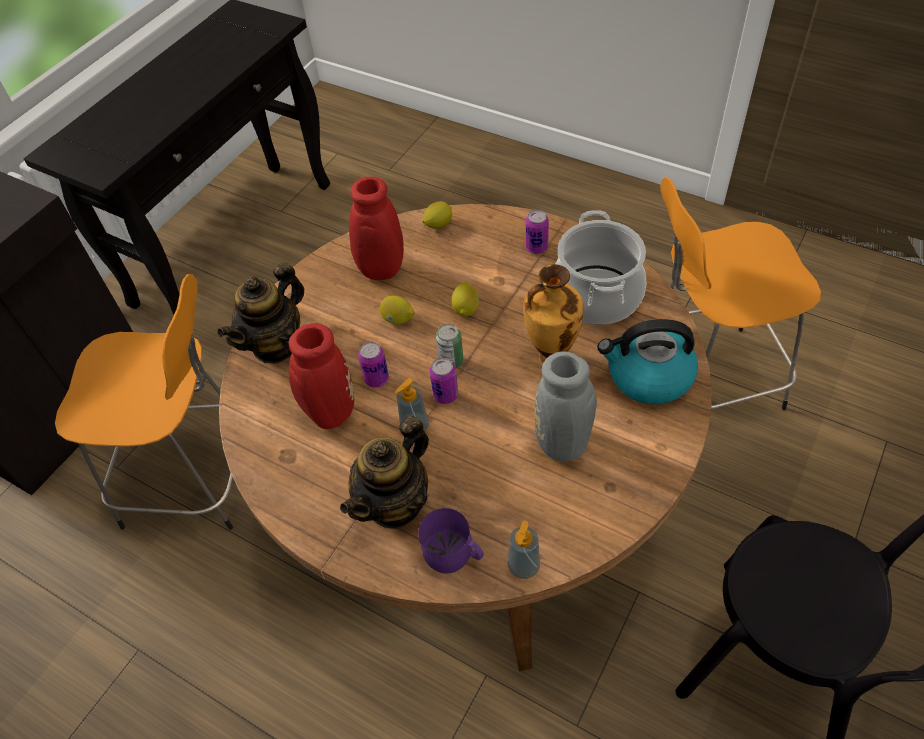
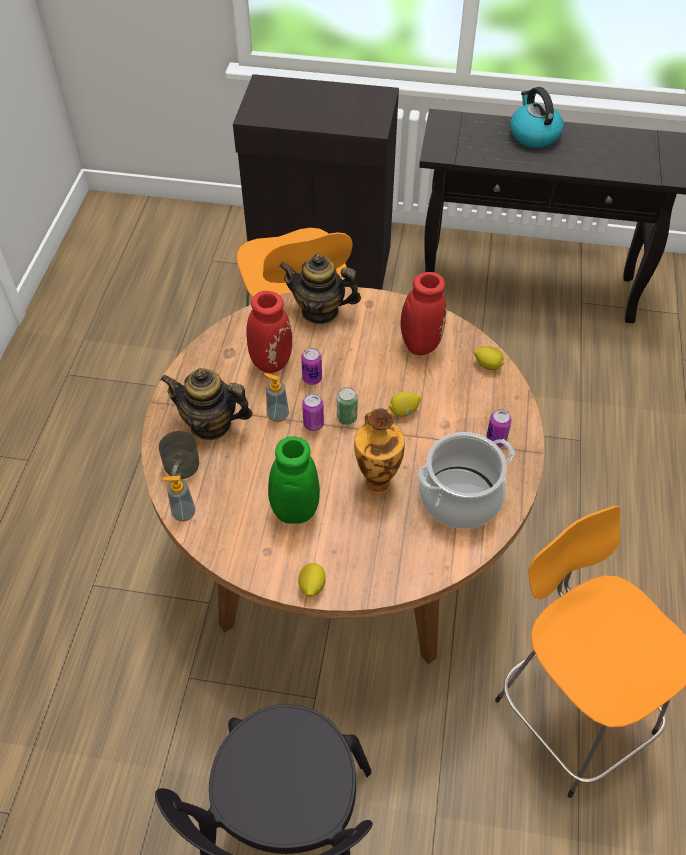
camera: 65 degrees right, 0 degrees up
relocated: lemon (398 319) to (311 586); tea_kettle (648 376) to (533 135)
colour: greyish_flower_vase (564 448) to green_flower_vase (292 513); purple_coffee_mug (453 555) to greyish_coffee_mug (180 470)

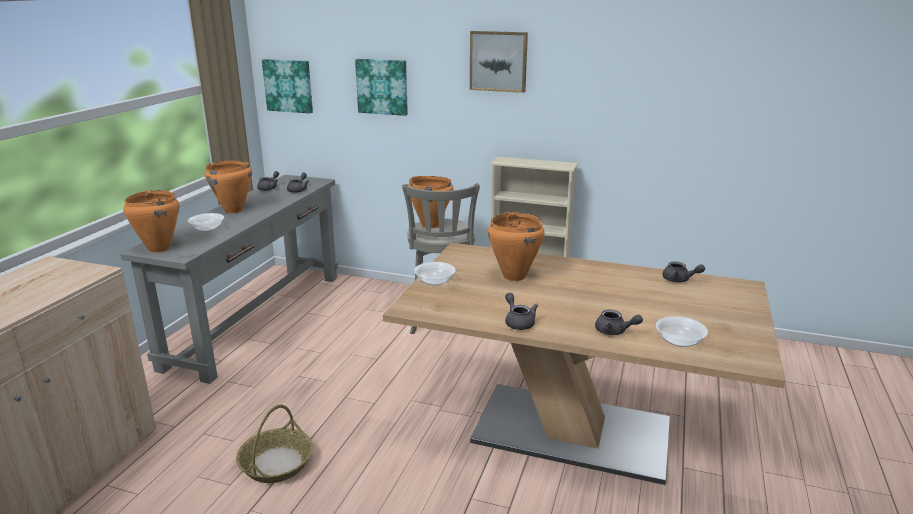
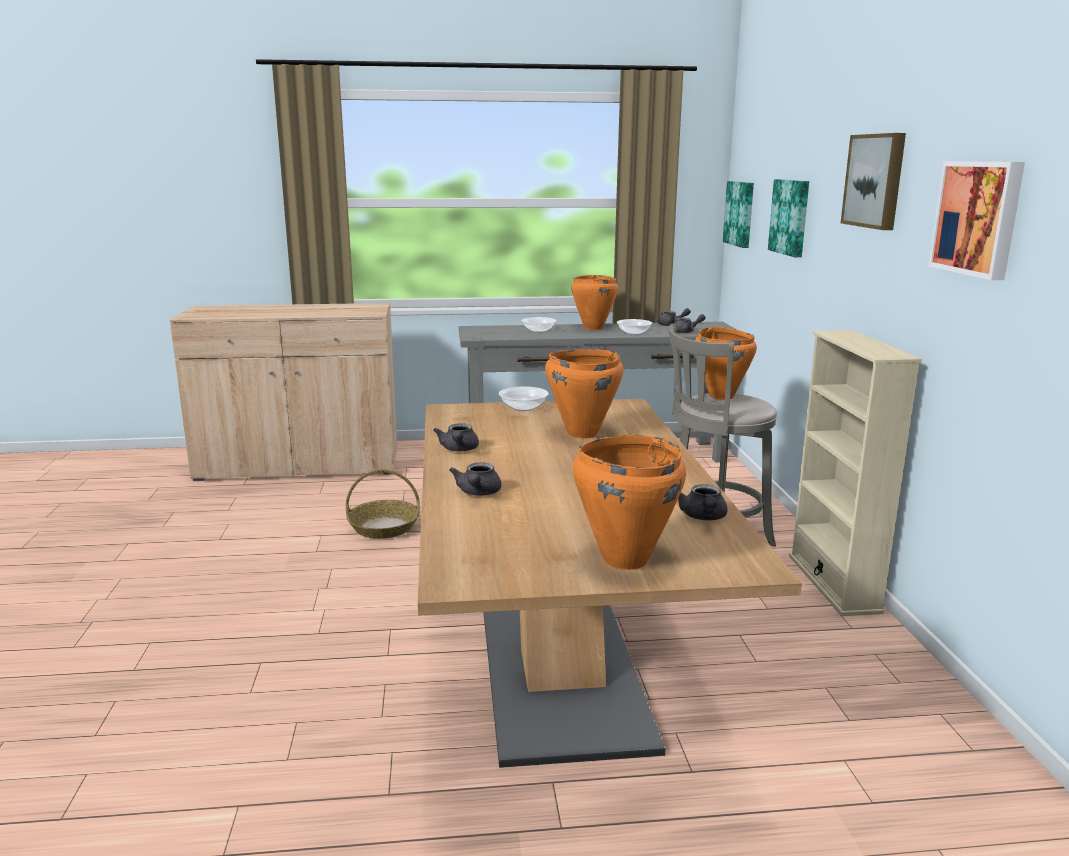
camera: 65 degrees right, 5 degrees down
appeared: picture (978 218)
relocated: orange_saucepot (158 249) to (624 560); serving_bowl (679 341) to (633 333)
spun: greyish_tea_pot (518 322) = (458 450) 135 degrees clockwise

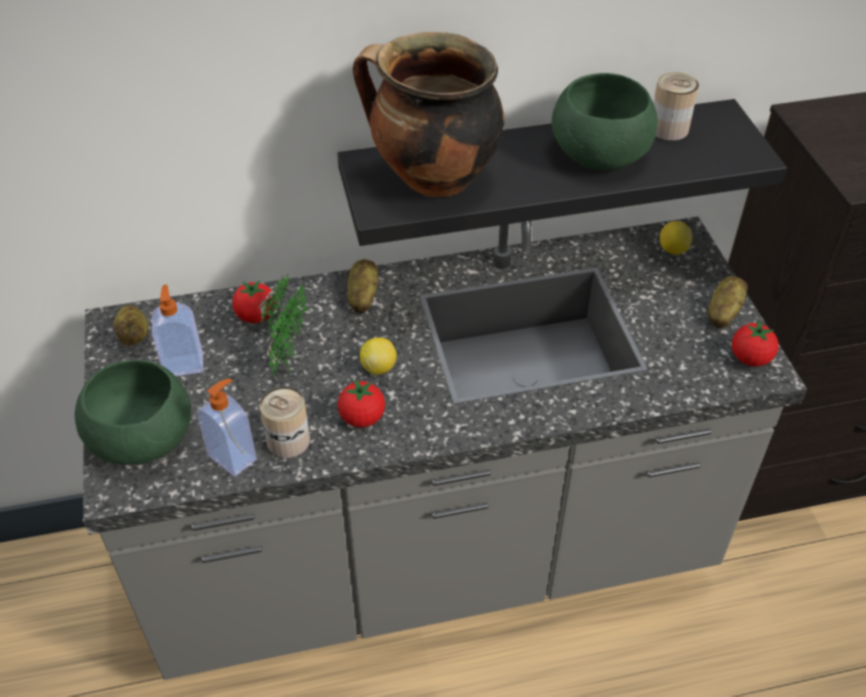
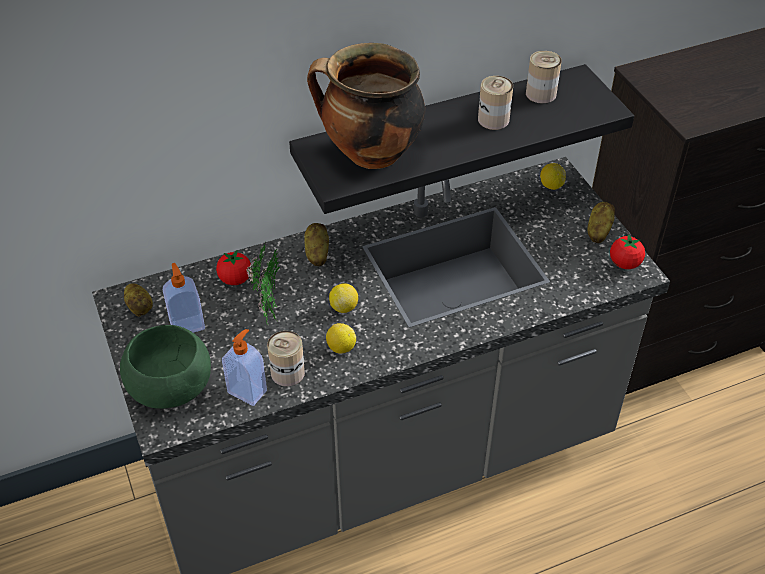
camera: 10 degrees left, 0 degrees up
exchanged: green_serving_bowl (600 153) to metal_can (493 119); tomato (362 418) to lemon (341 347)

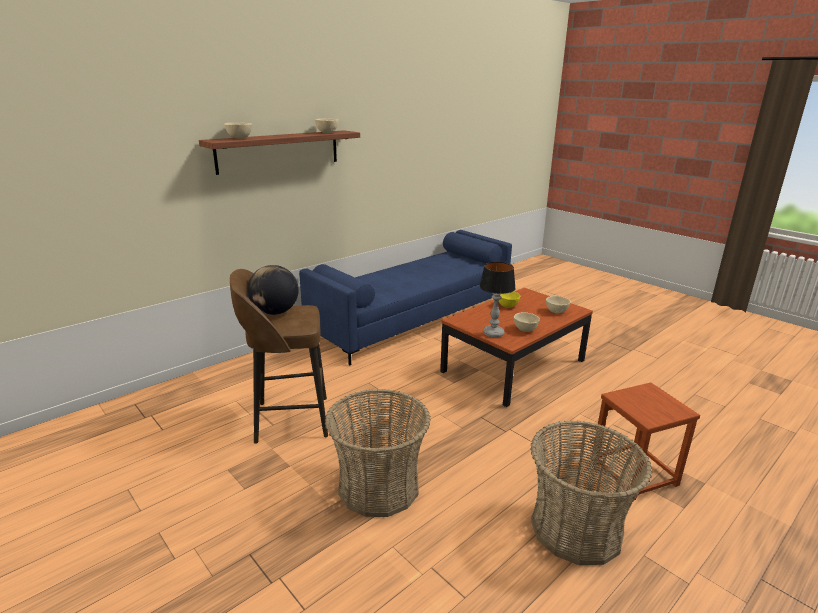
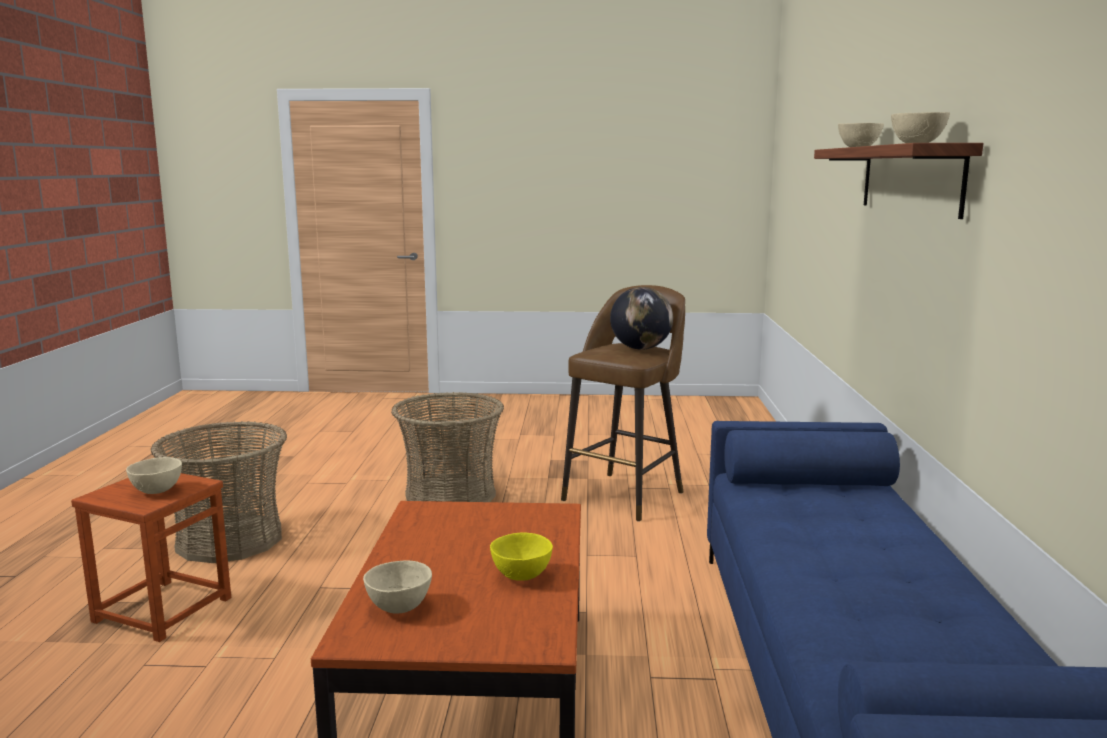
camera: 135 degrees right, 10 degrees down
missing: tabletop_lamp (493 333)
relocated: beige-coloured_serving_bowl (525 329) to (157 491)

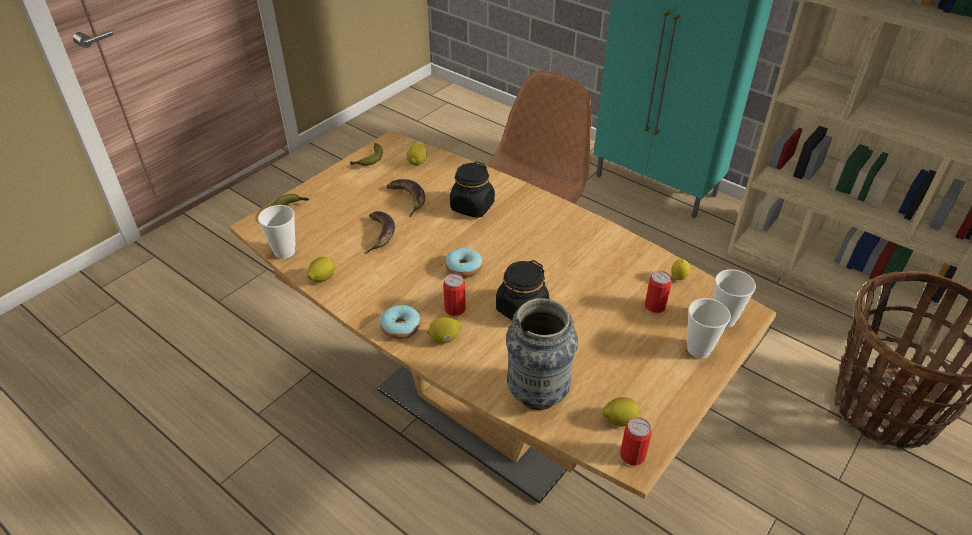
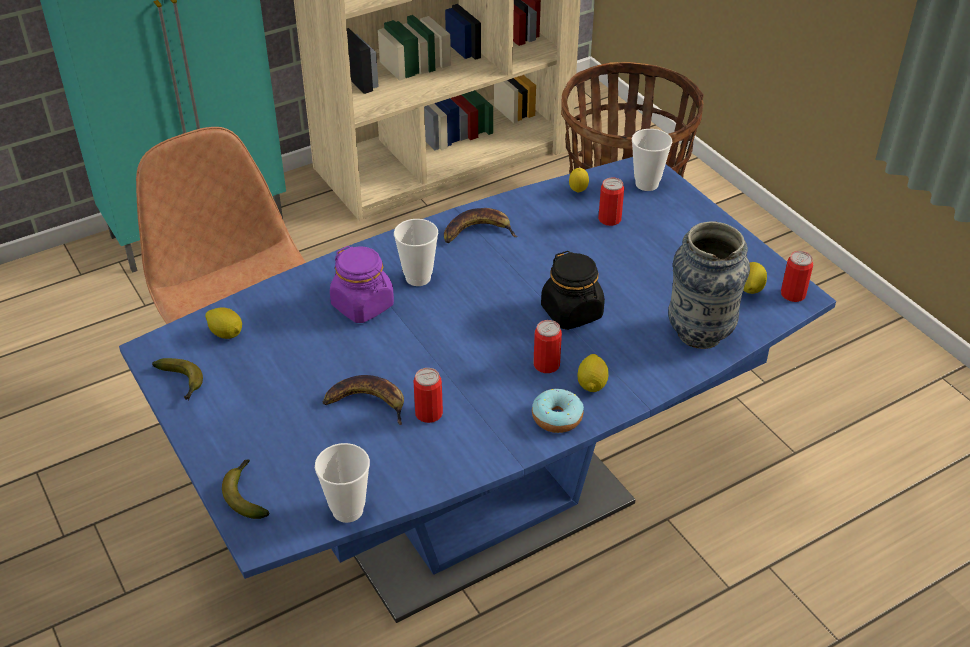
camera: 70 degrees left, 0 degrees up
missing: donut (464 268); lemon (322 278)
appeared: metal_can (429 413)
relocated: whole_banana (408 198) to (478 232); cup (698 349) to (418 278)
colour: brownish_dining_table (486 411) to bluish_dining_table (485 514); blackish_preserve_jar (472 207) to purple_preserve_jar (363 305)

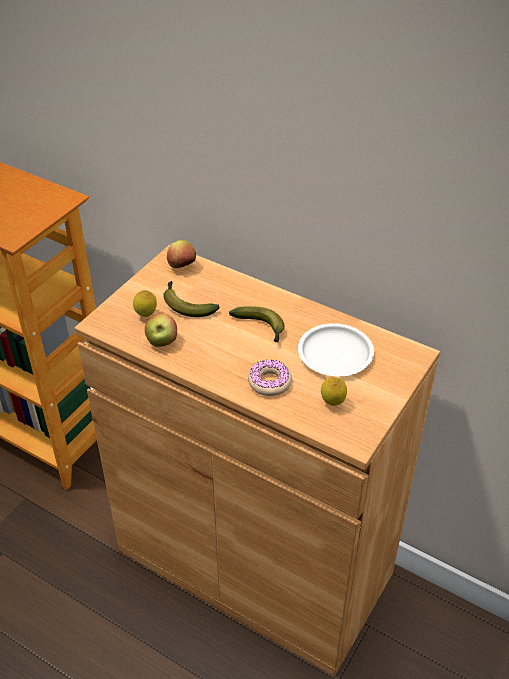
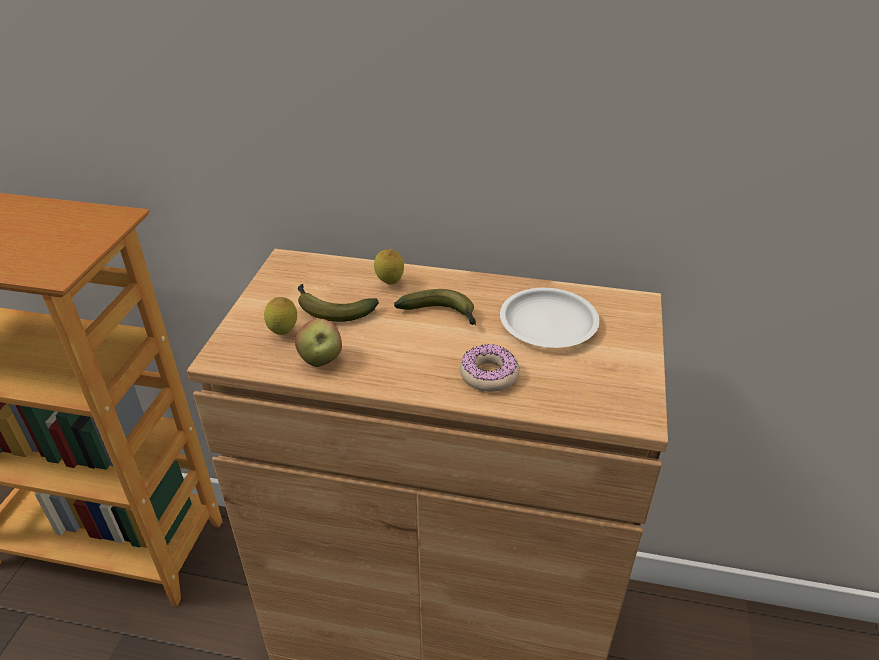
camera: 20 degrees left, 5 degrees down
missing: apple (182 267)
relocated: lemon (332 403) to (390 283)

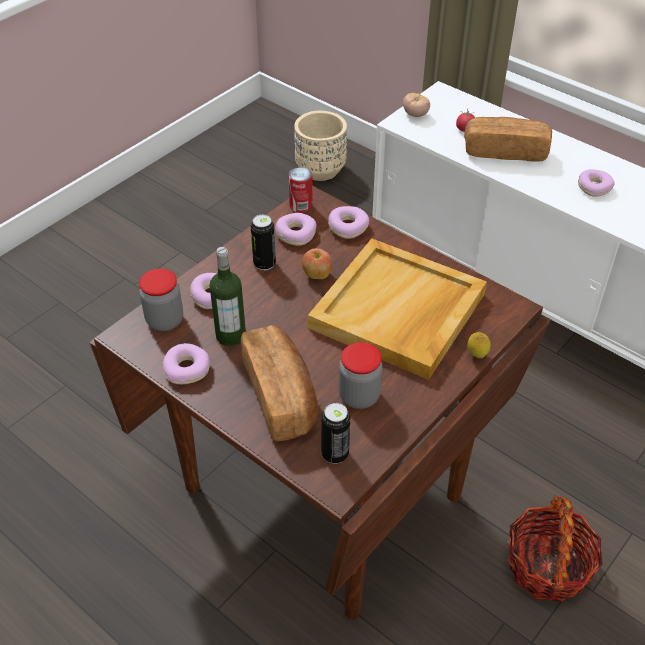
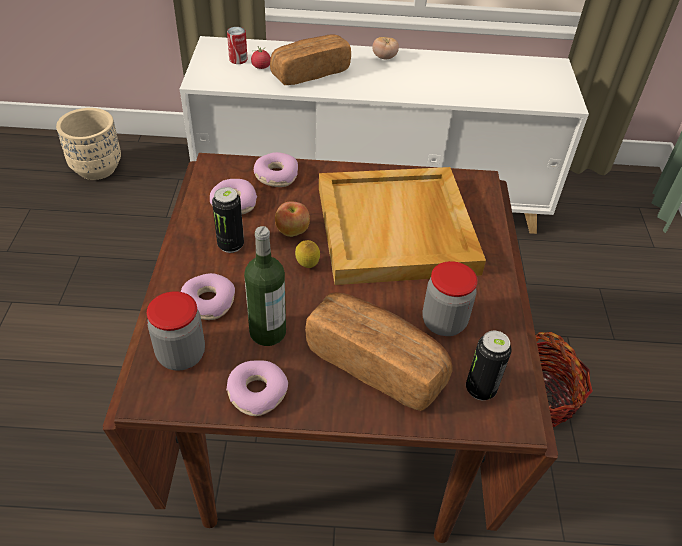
camera: 40 degrees left, 0 degrees up
missing: donut (594 187)
relocated: tomato (415 114) to (384 57); metal_can (301 205) to (238 60); lemon (476 355) to (307 266)

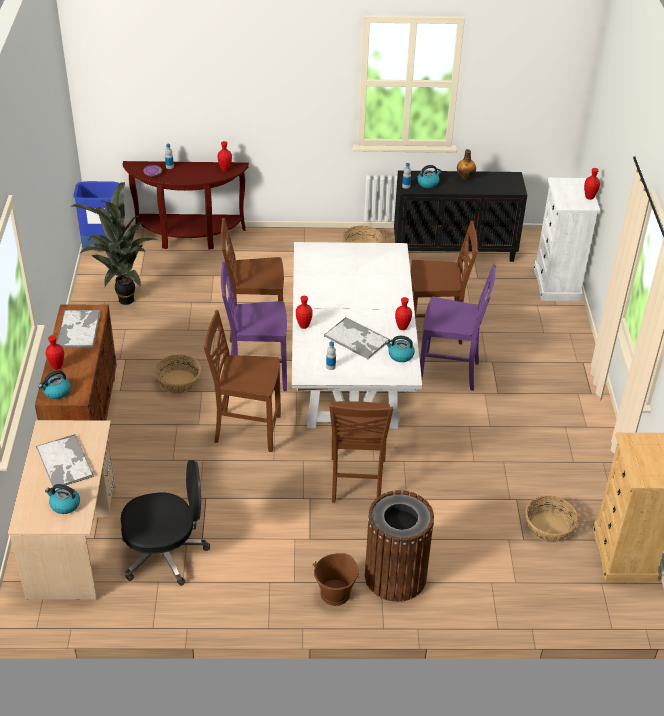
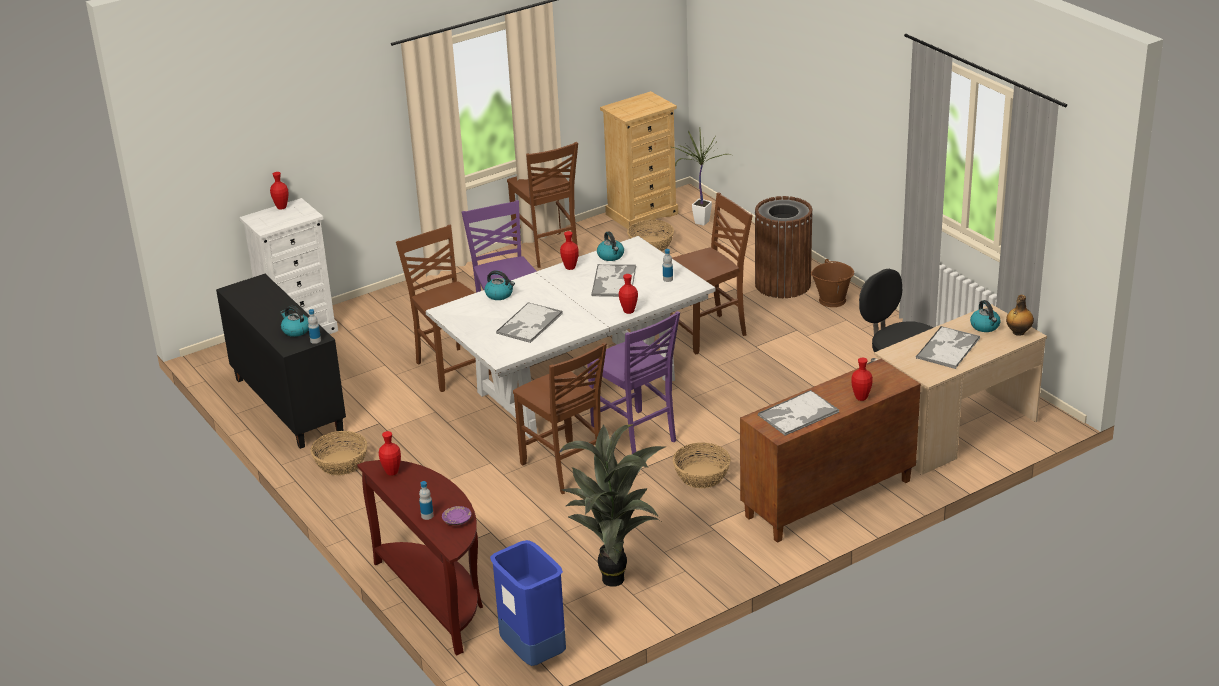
camera: 120 degrees left, 10 degrees down
appeared: plant_in_a_pot (699 223); serving_tray (529 324)
relocated: beverage_bottle (465 177) to (1018 332); brownish_upright_chair (246 429) to (547 251); tea_kettle (56 392) to (499 294)

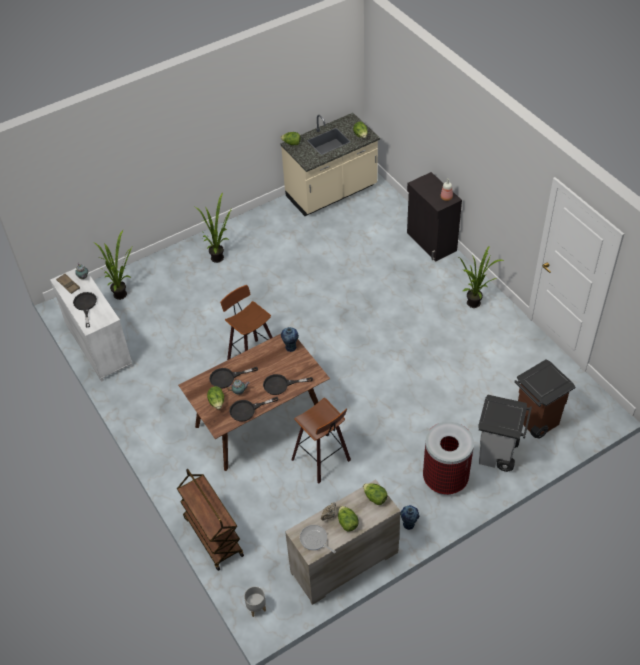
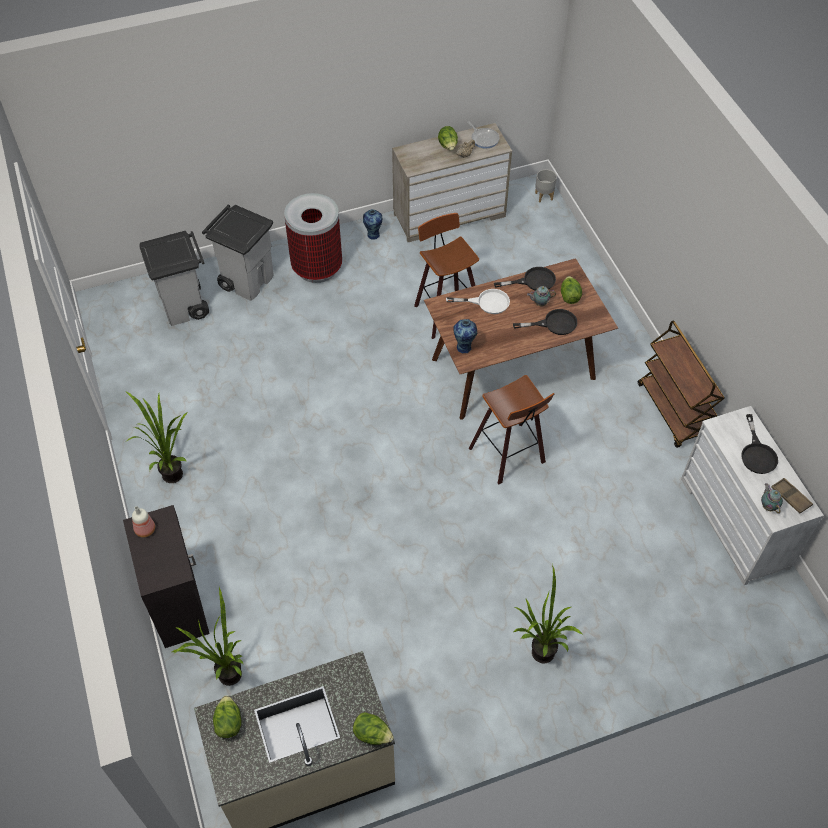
camera: 170 degrees left, 5 degrees up
missing: lettuce (375 498)
relocated: plant_in_a_pot (123 294) to (224 676); brownish_wheeled_cart (212 536) to (673 411)
colour: brownish_waste_bin (535 420) to greyish_waste_bin (185 307); blackish_pan (281 385) to white_pan (486 302)

